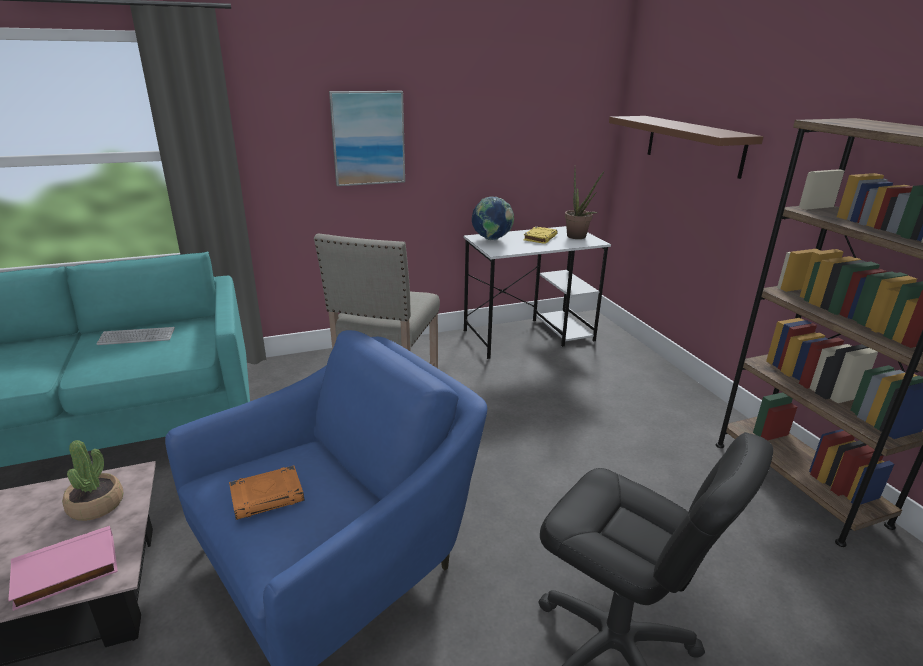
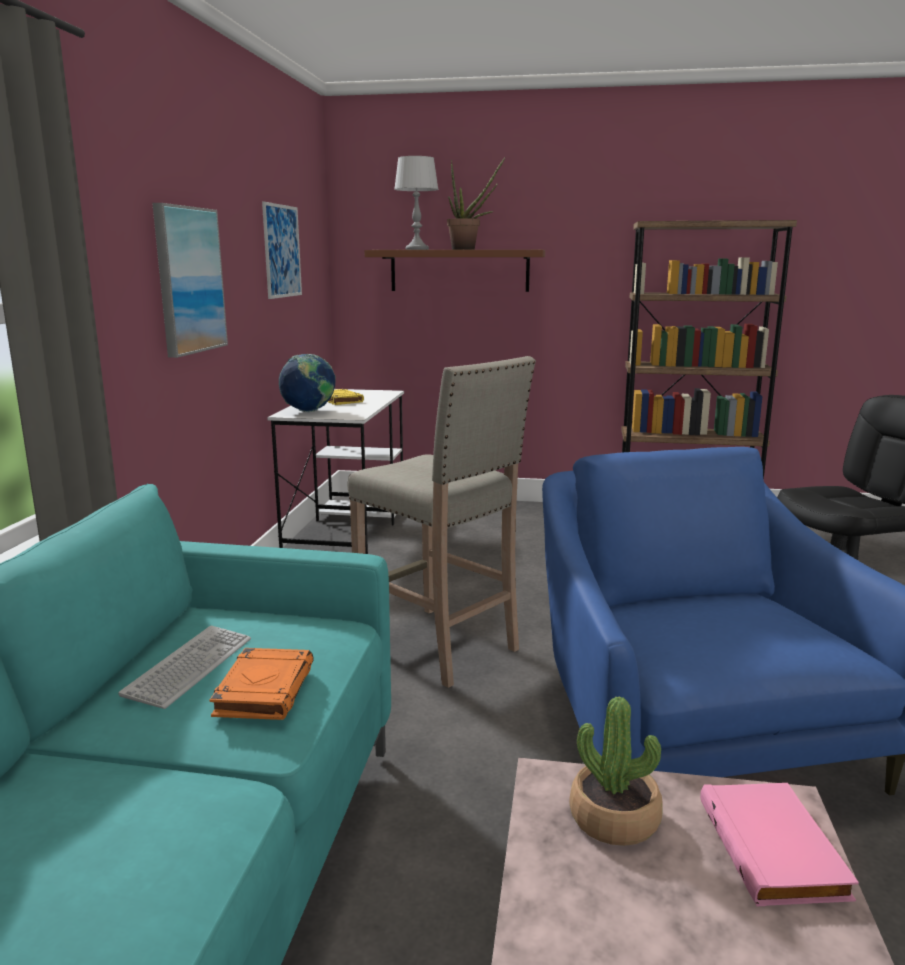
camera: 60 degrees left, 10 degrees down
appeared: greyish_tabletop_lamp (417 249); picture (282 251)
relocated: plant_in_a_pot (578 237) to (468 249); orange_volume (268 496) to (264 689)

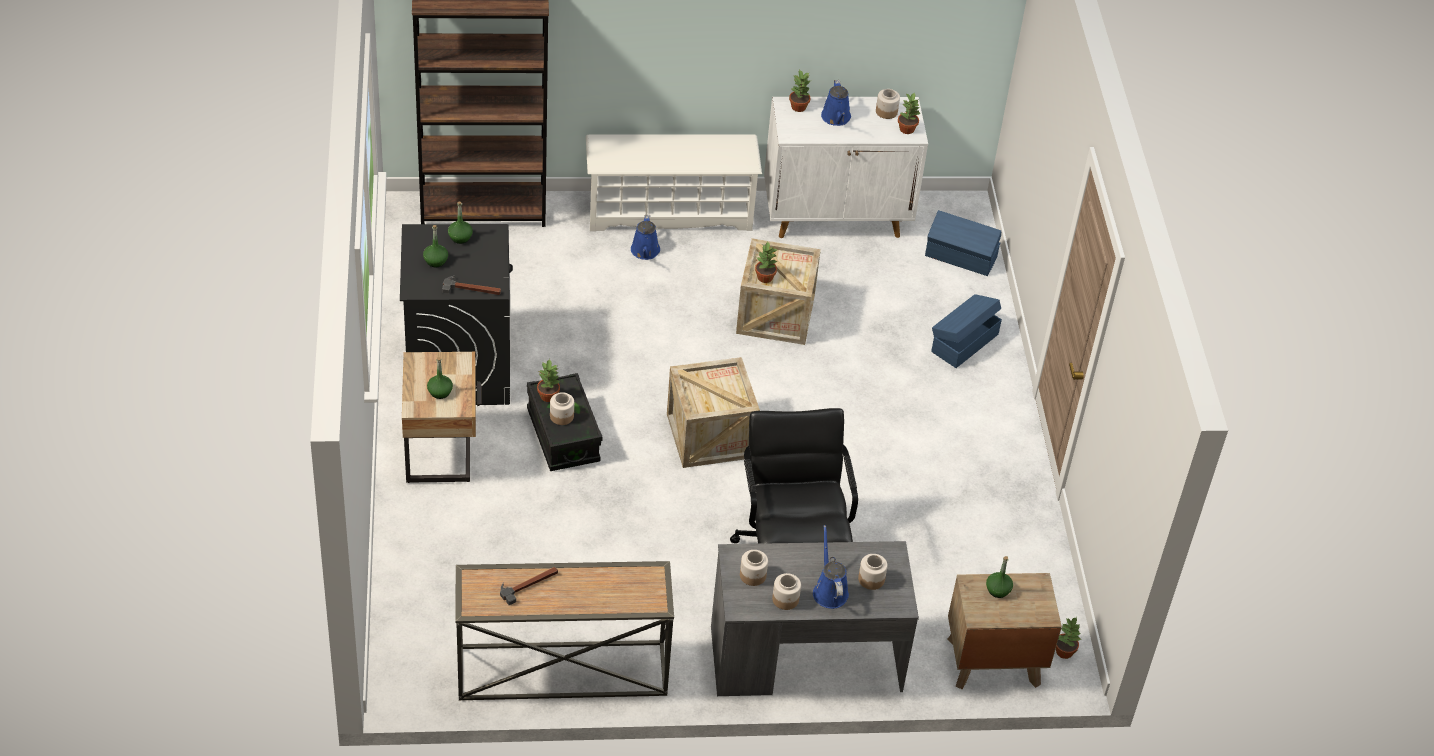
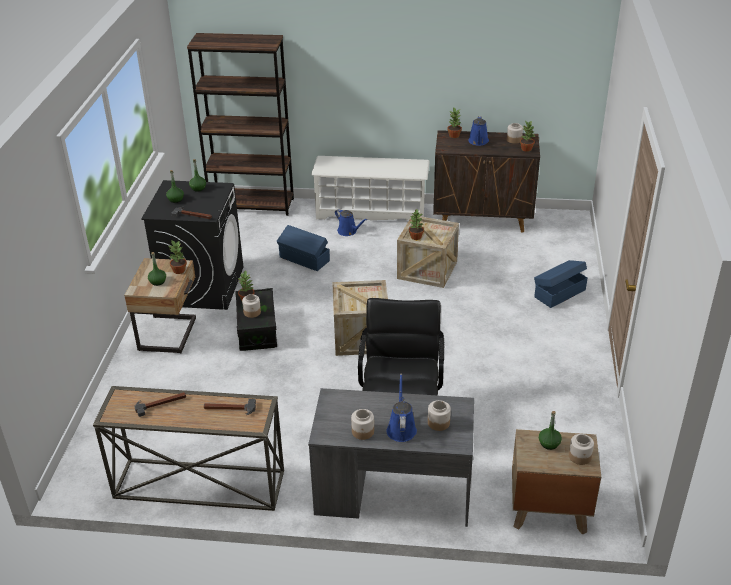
camera: 15 degrees right, 10 degrees down
appeared: tool_hammer (229 408)
relocated: bluish_storage_box (961 257) to (304 259); preserve_jar (753 575) to (580 457); plant_in_a_pot (1064 651) to (179 270)
colour: white_cupboard (837 217) to brownish_cupboard (483 219)
spun: bluish_sprinkling_can (645 252) = (348 231) 60 degrees counterclockwise

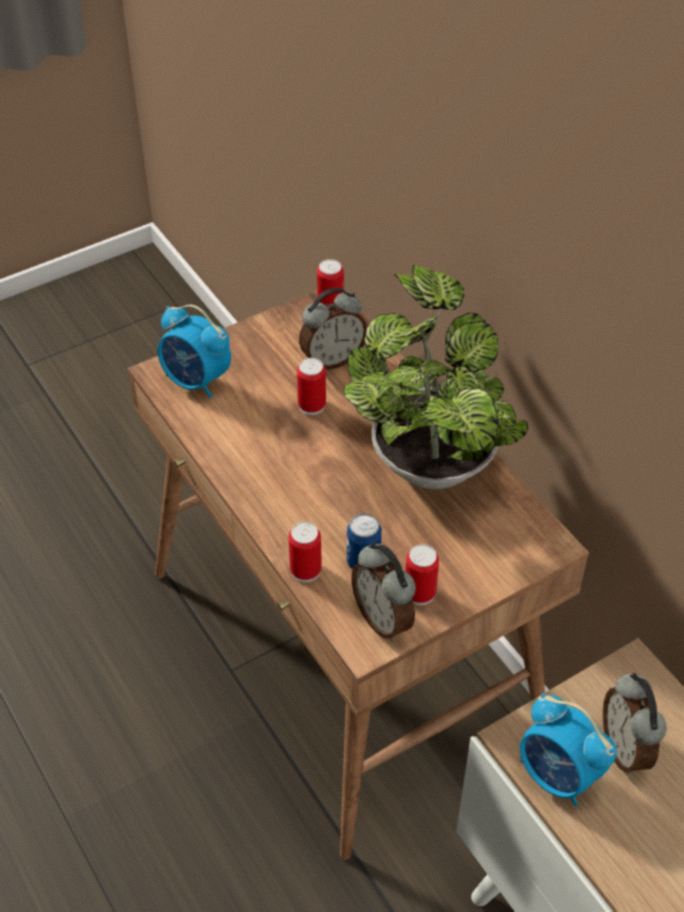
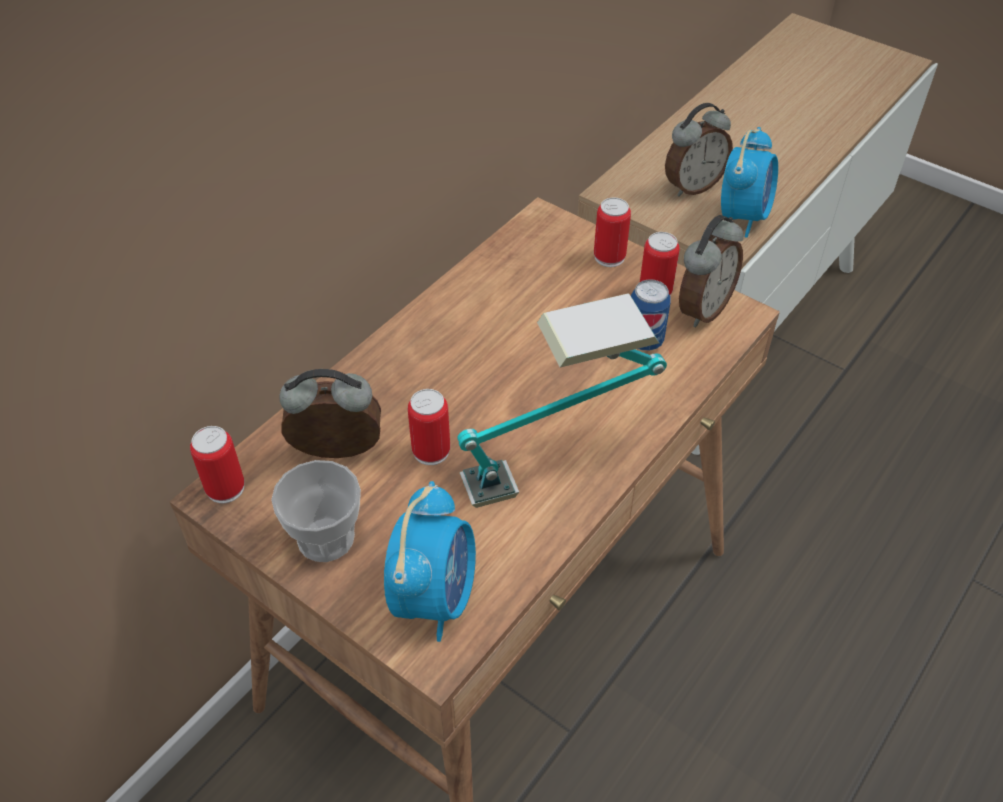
camera: 110 degrees left, 0 degrees up
missing: plant_in_a_pot (429 458)
appeared: tabletop_lamp (556 468); cup (326 538)
relocated: metal_can (305 570) to (609 257)
spun: table_clock (332 359) = (337 454) 45 degrees counterclockwise

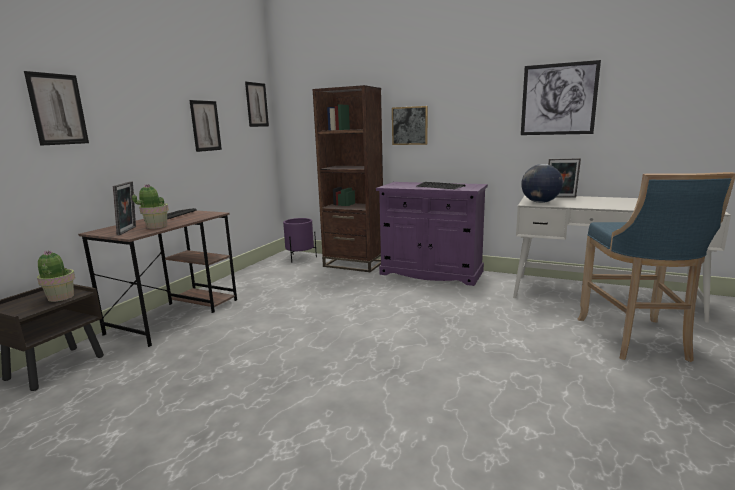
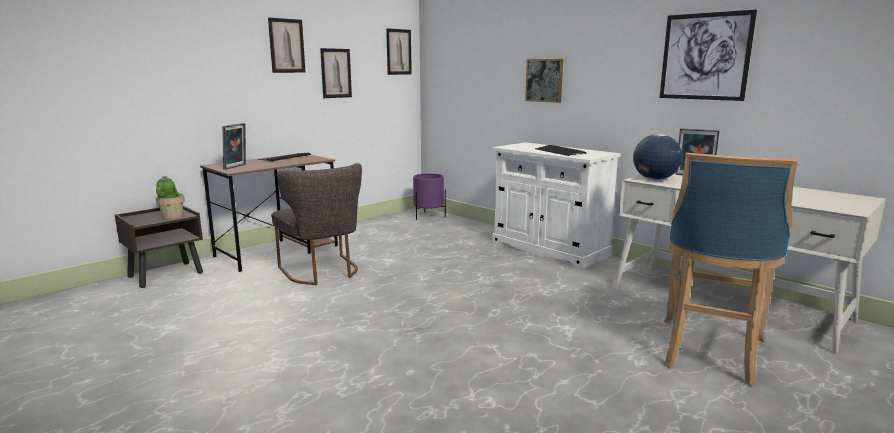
camera: 20 degrees right, 0 degrees up
missing: brownish_bookcase (354 264); plant_in_a_pot (156 226)
appeared: greyish_upright_chair (323 272)
relocated: picture (57 109) to (286 46)
colour: purple_cupboard (431 273) to white_cupboard (549 249)

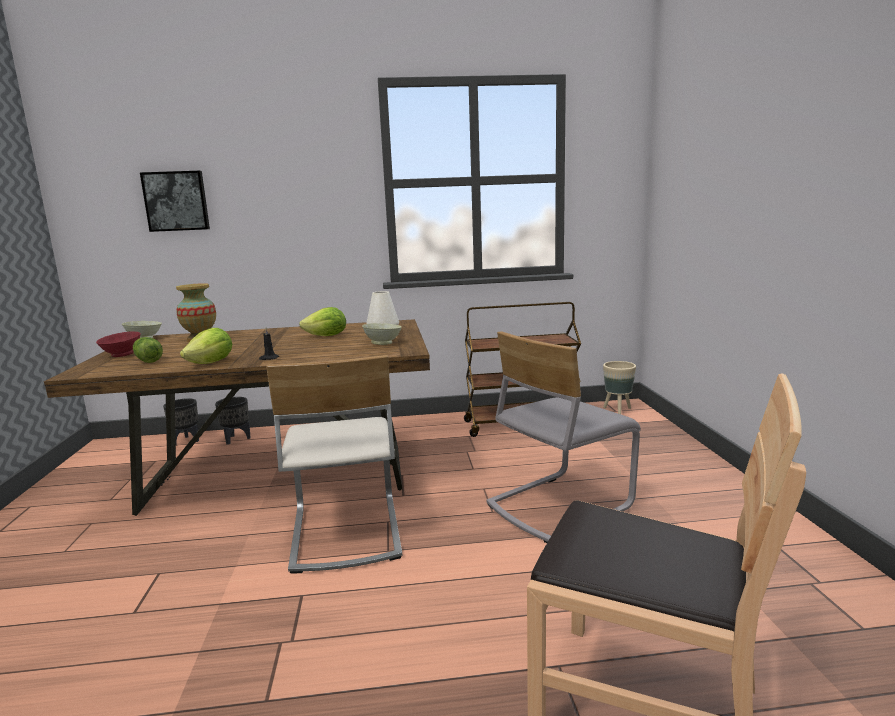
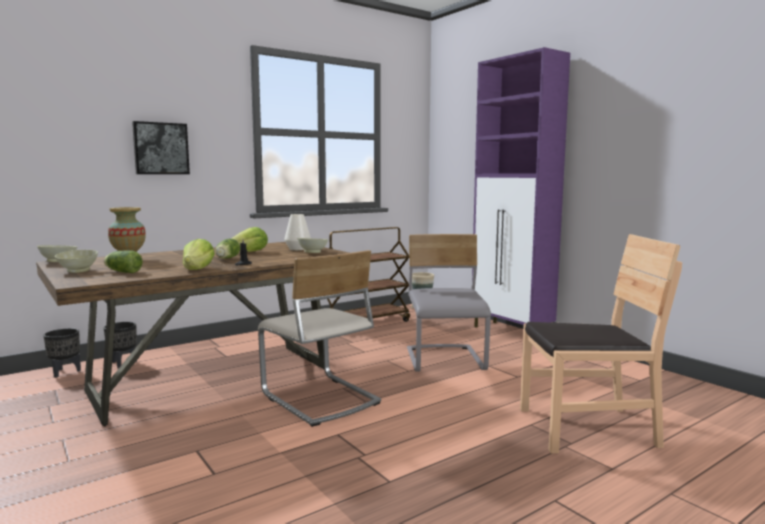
camera: 30 degrees left, 5 degrees down
appeared: purple_cupboard (512 333); lettuce (226 258)
relocated: picture (176 201) to (161 148)
colour: reddish_serving_bowl (121 355) to beige-coloured_serving_bowl (77 271)
spun: greyish_upright_chair (558 505) = (445 361) 150 degrees clockwise

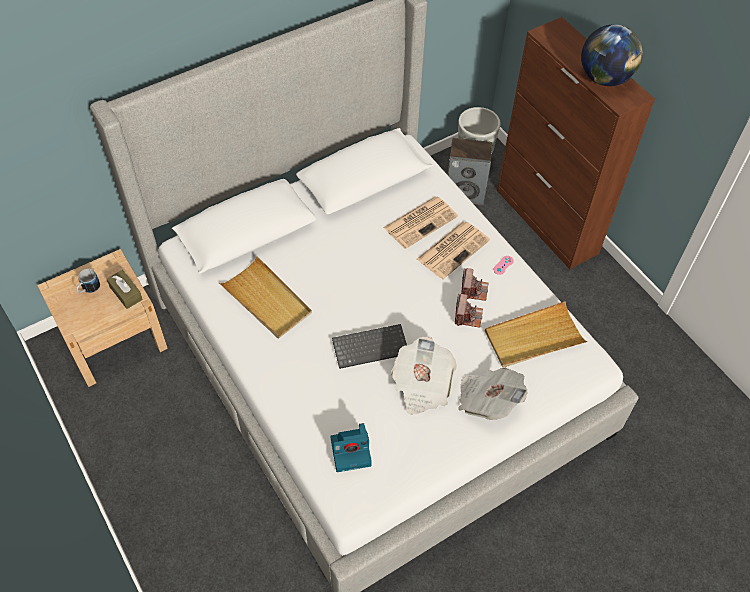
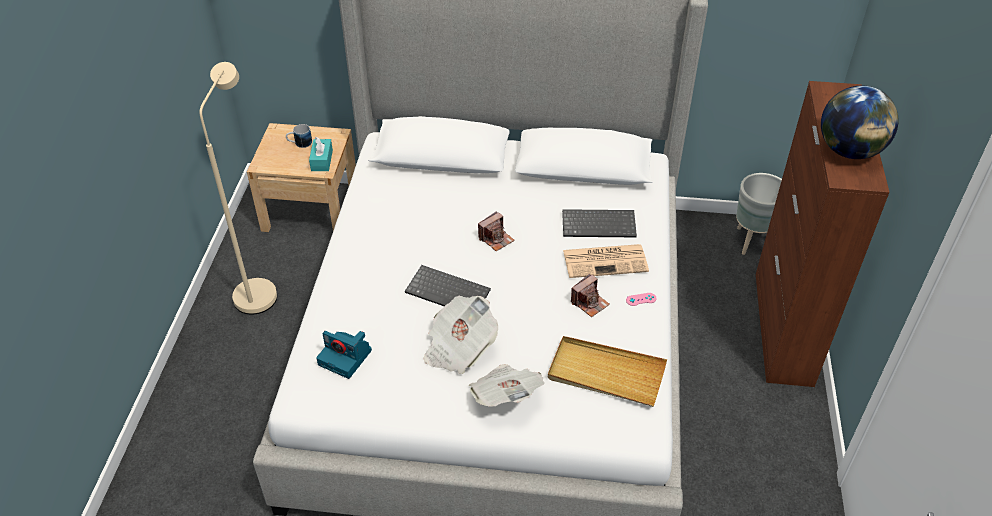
camera: 40 degrees right, 10 degrees down
missing: audio_speaker (465 192); beige-coloured_serving_tray (266 300)
appeared: beige-coloured_standing_lamp (259 289)
relocated: photo_camera (467 316) to (496 239)
exchanged: daily_paper (421 221) to PC_keyboard (599 224)
colour: brownish_tissue_box (126 293) to turquoise_tissue_box (322 160)

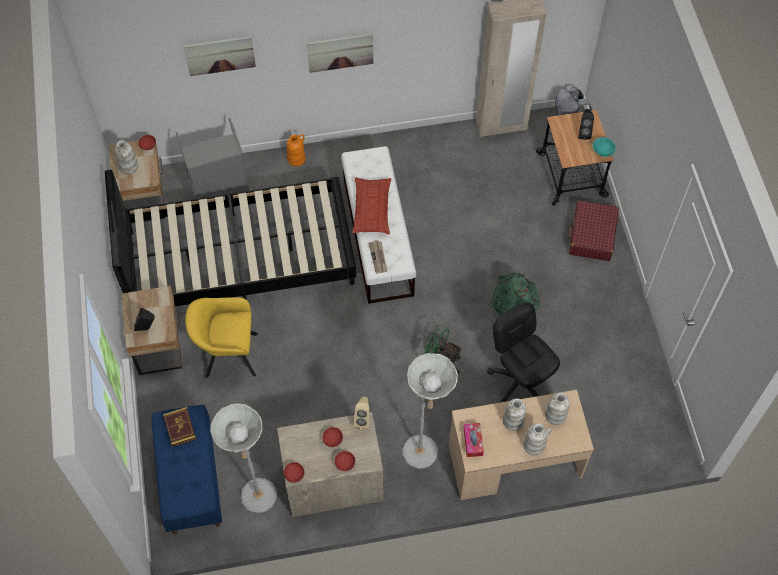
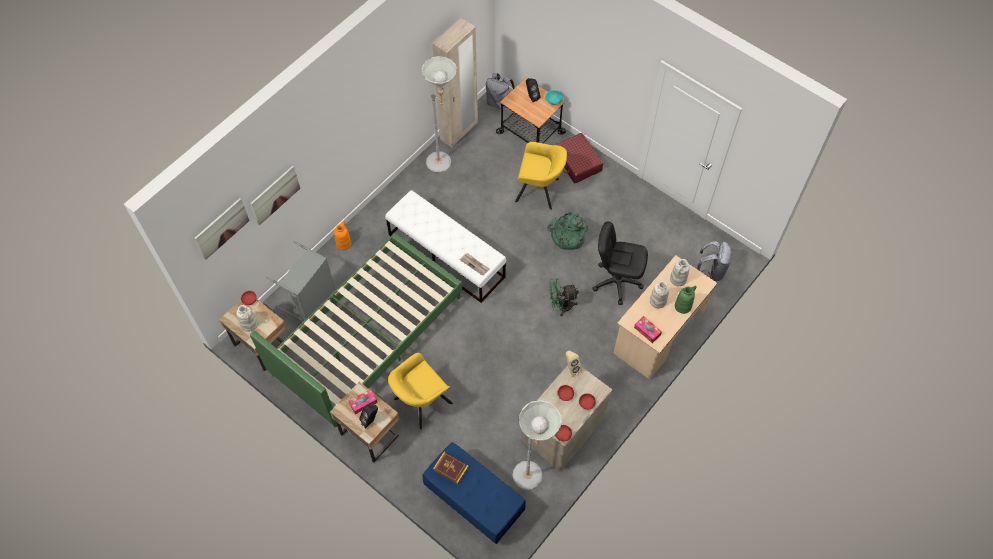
camera: 40 degrees left, 0 degrees up
missing: throw_pillow (372 208)
appeared: yellow_lounge_chair (539 191); greyish_knapsack (711 270); tissue_box (363 403)
relocated: picture (340 52) to (222 228); greyish_standing_lamp (424 458) to (444 164)
colour: blackish_sleeping_bed (239 258) to green_sleeping_bed (367 335); white_flower_vase (534 445) to green_flower_vase (683 306)

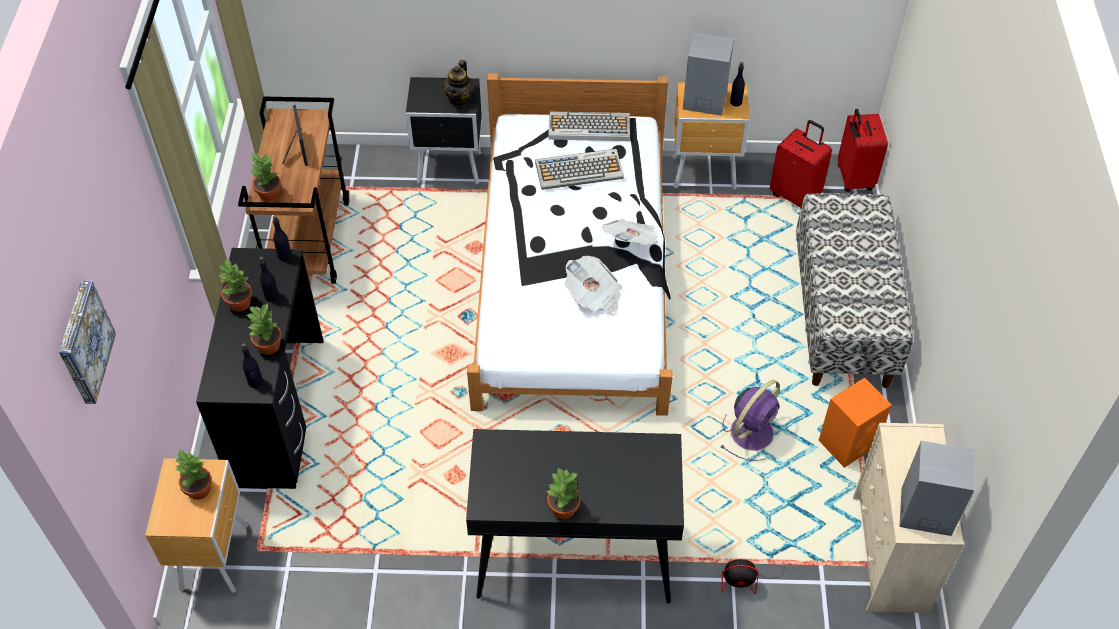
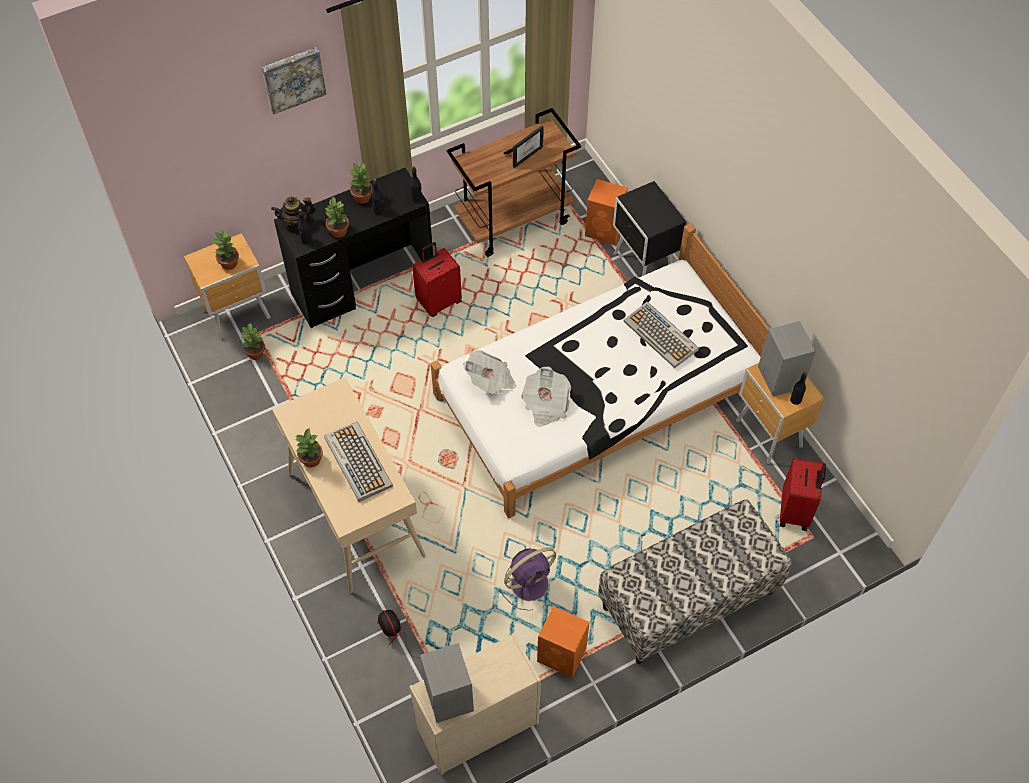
camera: 60 degrees right, 5 degrees up
appeared: orange_audio_speaker (605 231)
relocated: tea_pot (459 99) to (296 223); reddish_piece_of_luggage (853 178) to (439 301); PC_keyboard (588 127) to (357 461); plant_in_a_pot (268 194) to (255 353); daily_paper (632 241) to (490 381); picture (83 342) to (293 78)
colour: blackish_hall_table (573 554) to beige-coloured_hall_table (355 514)
spun: purple_electric_fan (753 431) = (531 583) 45 degrees counterclockwise

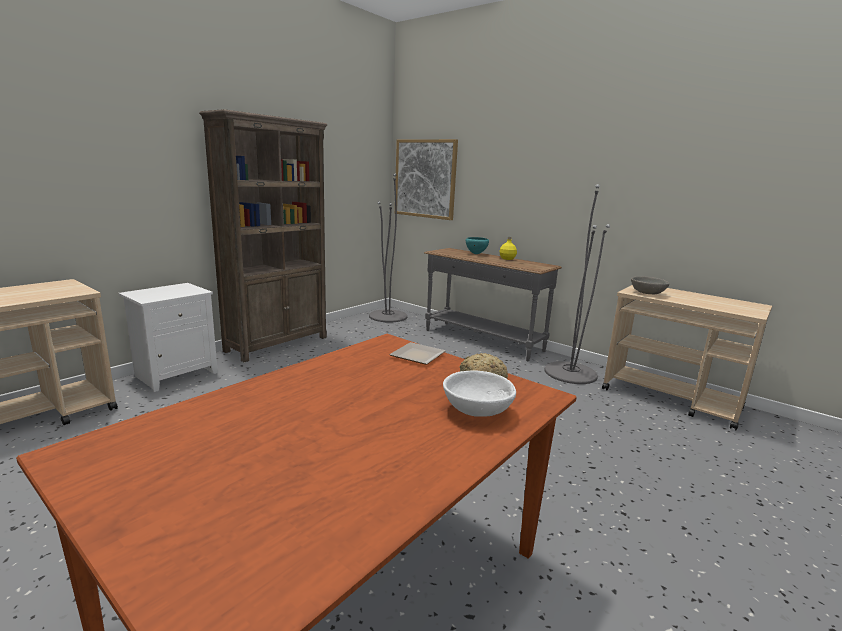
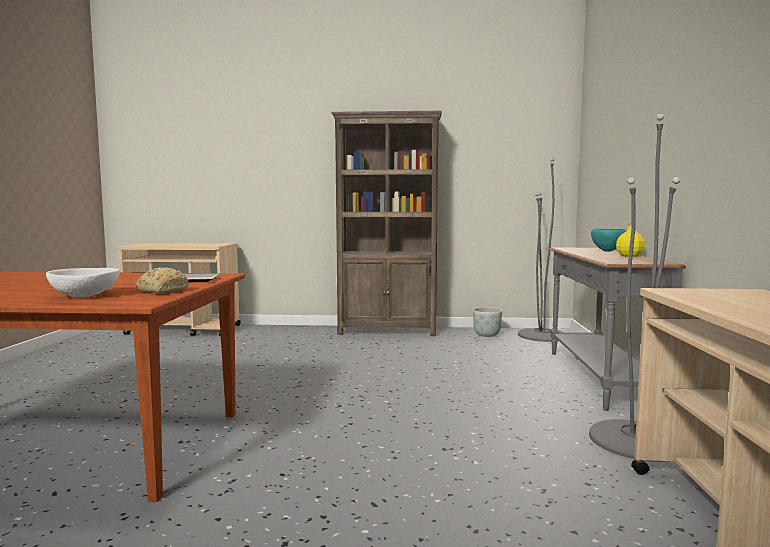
camera: 55 degrees right, 10 degrees down
missing: picture (425 179); greyish_serving_bowl (647 293); white_night_table (176 374)
appeared: greyish_plant_pot (487 335)

